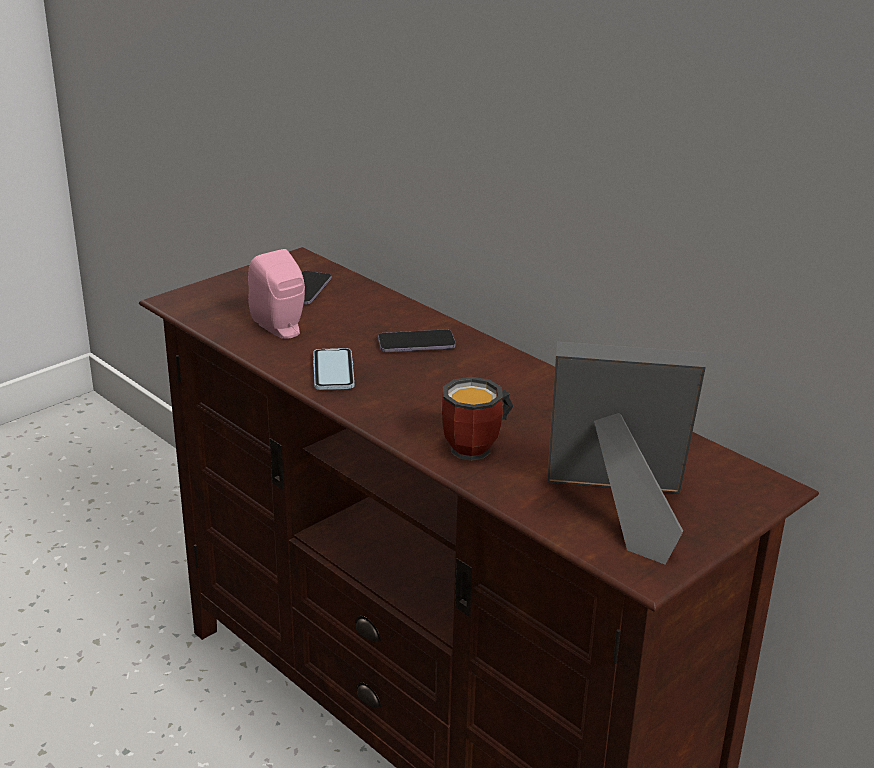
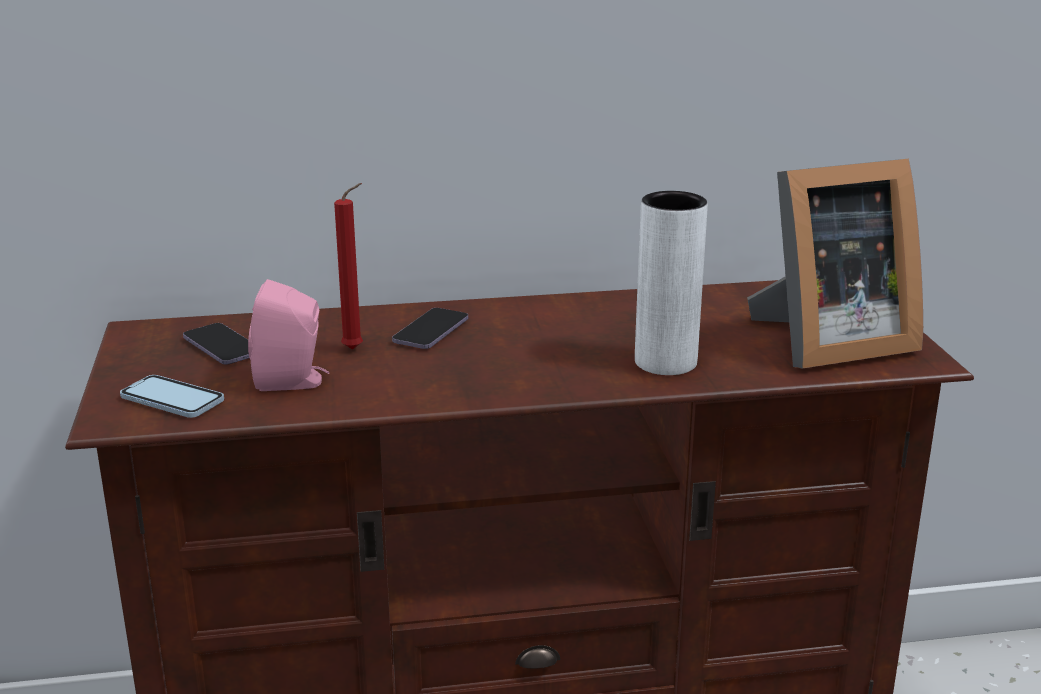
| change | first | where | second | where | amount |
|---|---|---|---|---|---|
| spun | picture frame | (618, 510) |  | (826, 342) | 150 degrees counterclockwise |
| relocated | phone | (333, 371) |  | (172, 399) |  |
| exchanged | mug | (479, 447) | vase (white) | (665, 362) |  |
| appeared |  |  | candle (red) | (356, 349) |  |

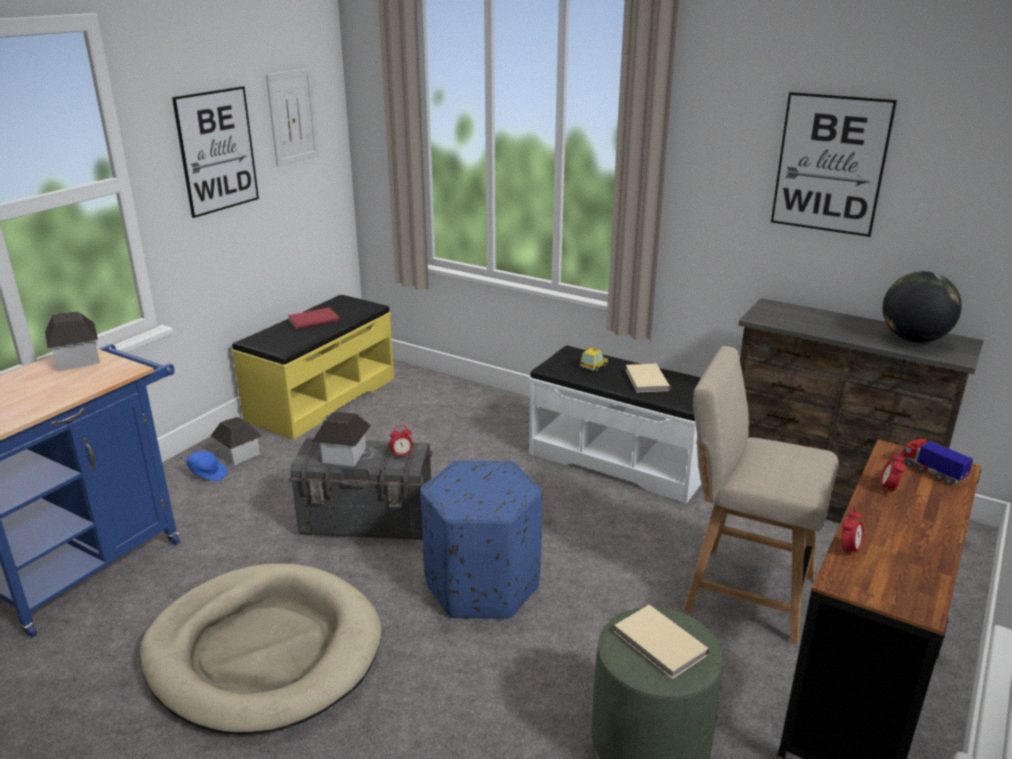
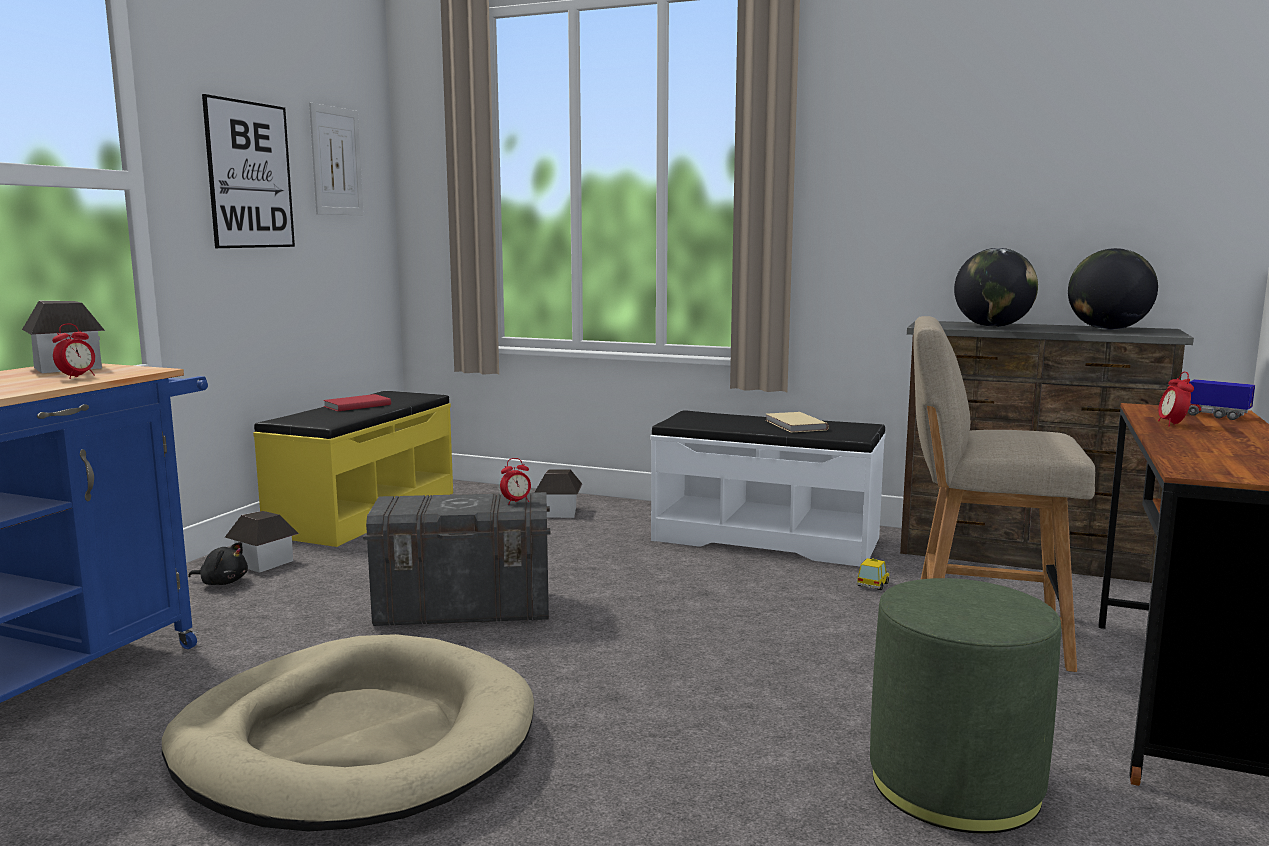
| change | first | where | second | where | amount |
|---|---|---|---|---|---|
| missing | picture | (830, 164) |  |  |  |
| relocated | toy car | (594, 366) |  | (873, 584) |  |
| relocated | toy house | (344, 455) |  | (558, 512) |  |
| exchanged | cap (blue) | (207, 474) | plush toy (black) | (222, 582) |  |
| missing | ottoman (blue) | (483, 586) |  |  |  |
| relocated | alarm clock | (849, 551) |  | (77, 377) |  |
| missing | book (beige) | (659, 644) |  |  |  |
| appeared |  |  | globe | (992, 326) |  |

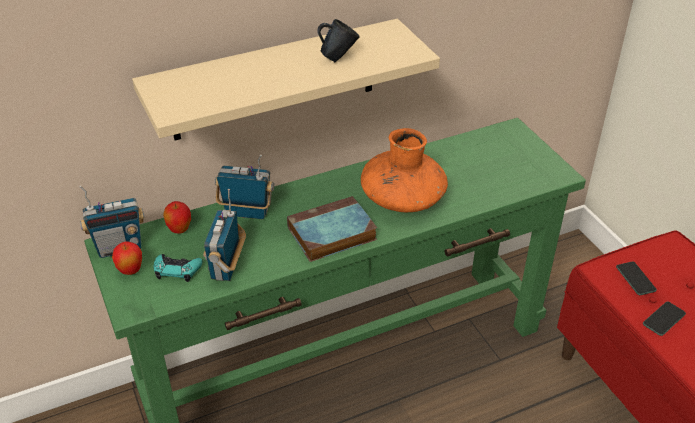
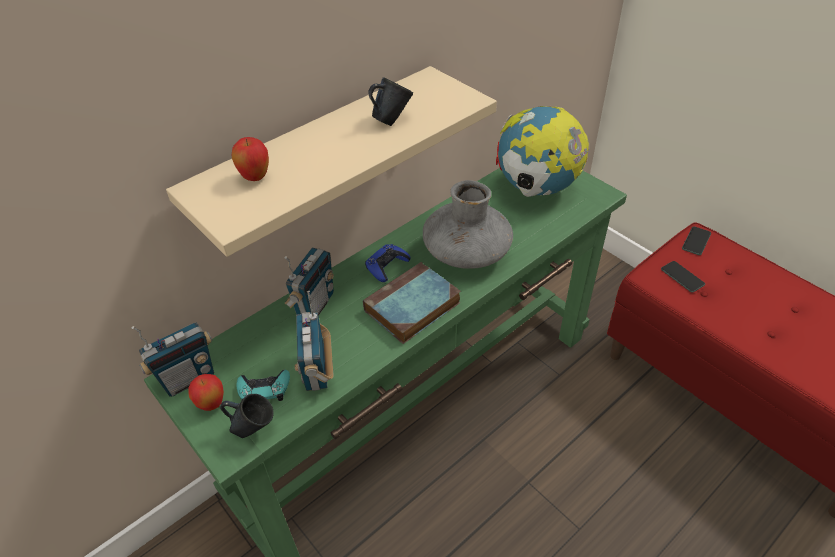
| change | first | where | second | where | amount |
|---|---|---|---|---|---|
| colour | vase (orange) | (402, 198) | vase (grey) | (466, 252) |  |
| spun | radio | (247, 213) |  | (314, 304) | 120 degrees clockwise |
| relocated | apple | (179, 230) |  | (255, 177) |  |
| relocated | phone | (664, 319) |  | (696, 241) |  |
| appeared |  |  | globe | (536, 188) |  |
| appeared |  |  | game controller (blue) | (387, 266) |  |
| appeared |  |  | mug (blue) | (253, 429) |  |

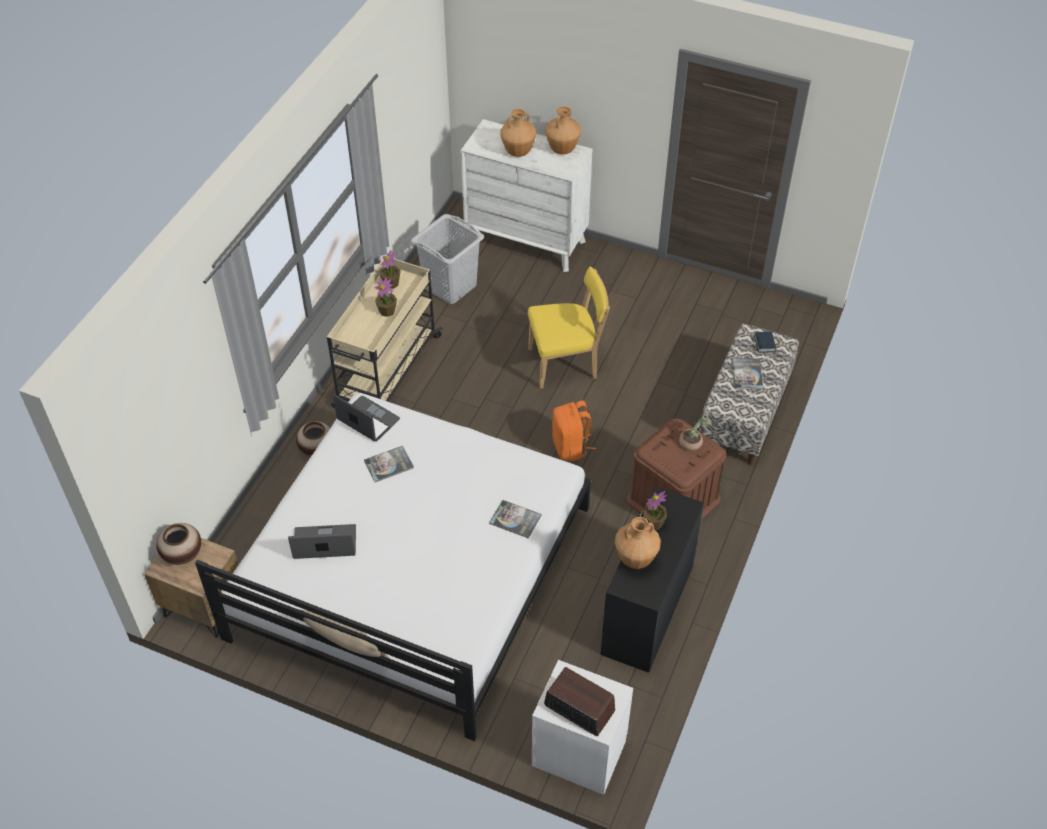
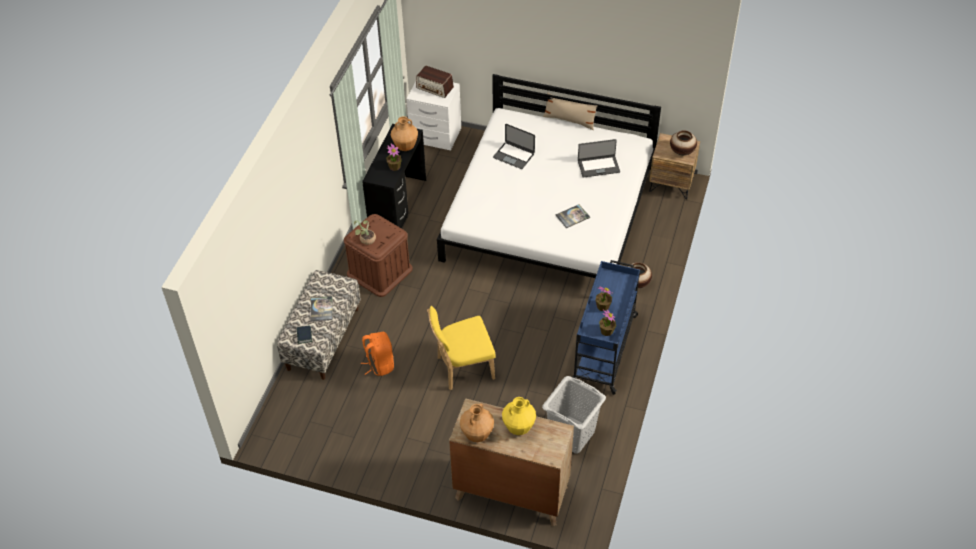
| change | first | where | second | where | amount |
|---|---|---|---|---|---|
| colour | vase (brown) | (518, 152) | vase (yellow) | (519, 427) |  |
| colour | dresser (white) | (526, 241) | dresser (brown) | (511, 492) |  |
| colour | cart (beige) | (386, 372) | cart (blue) | (604, 348) |  |
| relocated | laptop | (368, 419) |  | (513, 155) |  |
| relocated | backpack (orange) | (571, 447) |  | (379, 364) |  |
| missing | book | (515, 519) |  |  |  |

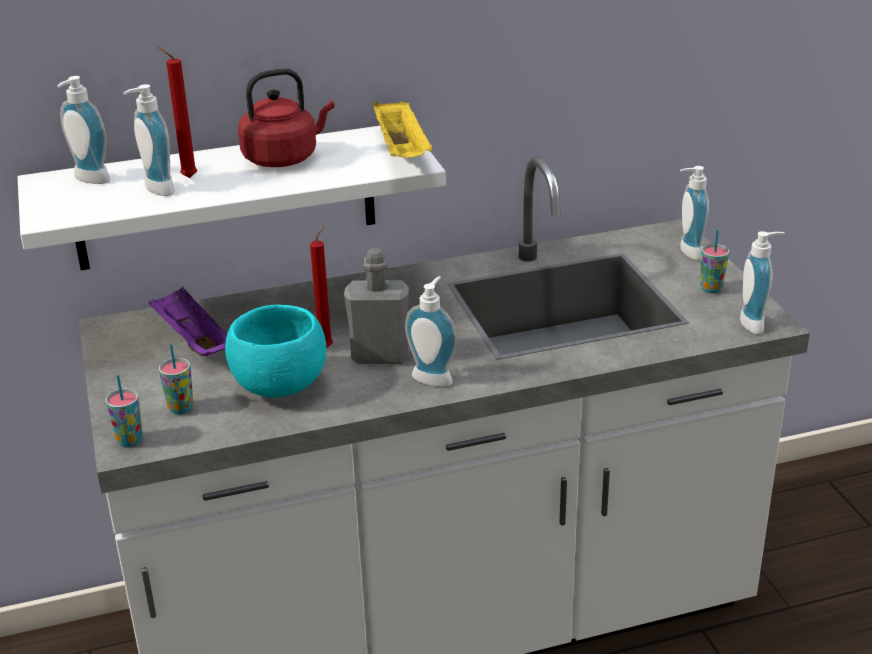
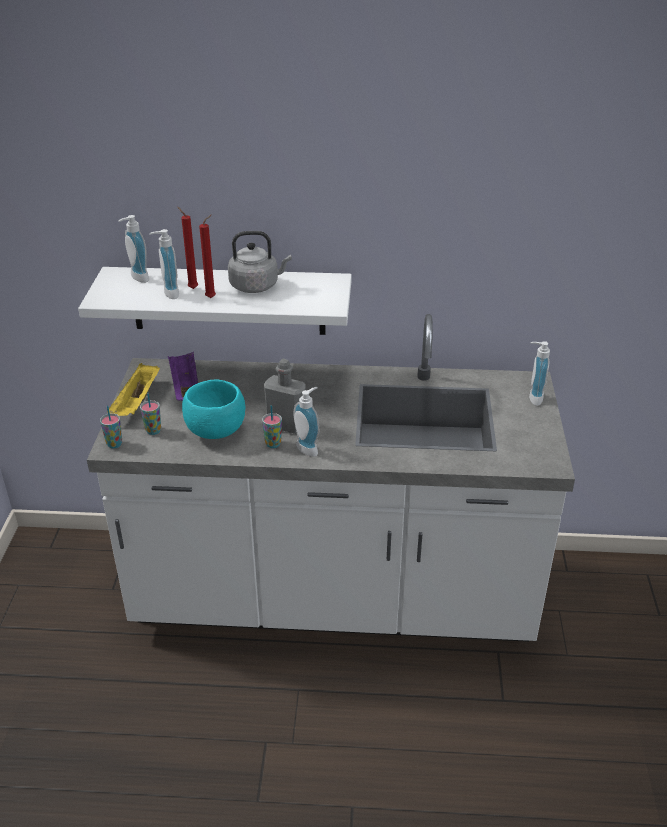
| change | first | where | second | where | amount |
|---|---|---|---|---|---|
| colour | kettle (red) | (284, 158) | kettle (grey) | (257, 286) |  |
| relocated | tray (yellow) | (402, 152) |  | (137, 403) |  |
| relocated | candle (red) | (327, 347) |  | (212, 297) |  |
| relocated | cup | (711, 289) |  | (273, 444) |  |
| missing | soap dispenser | (756, 323) |  |  |  |

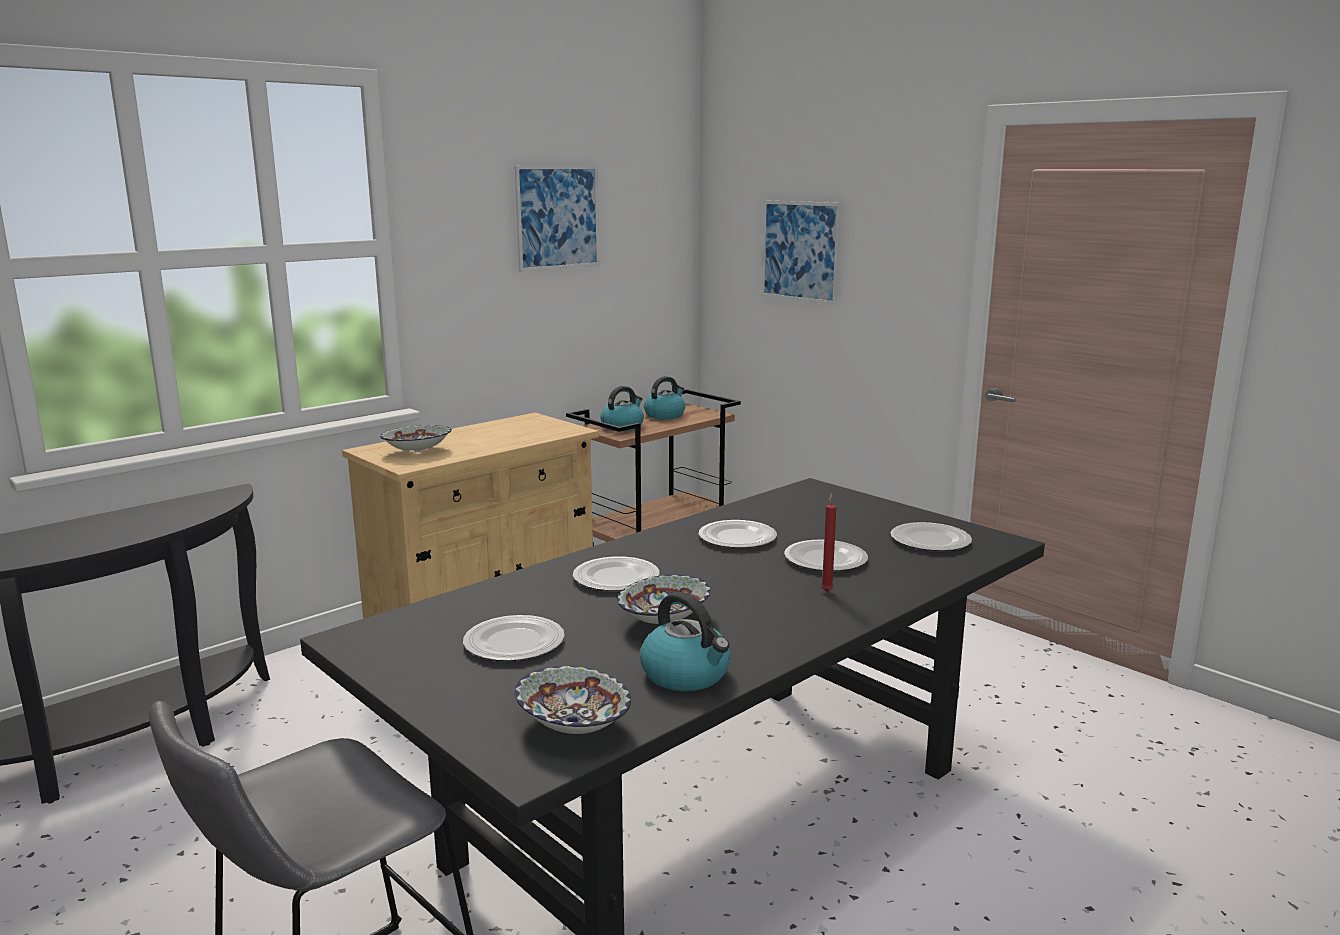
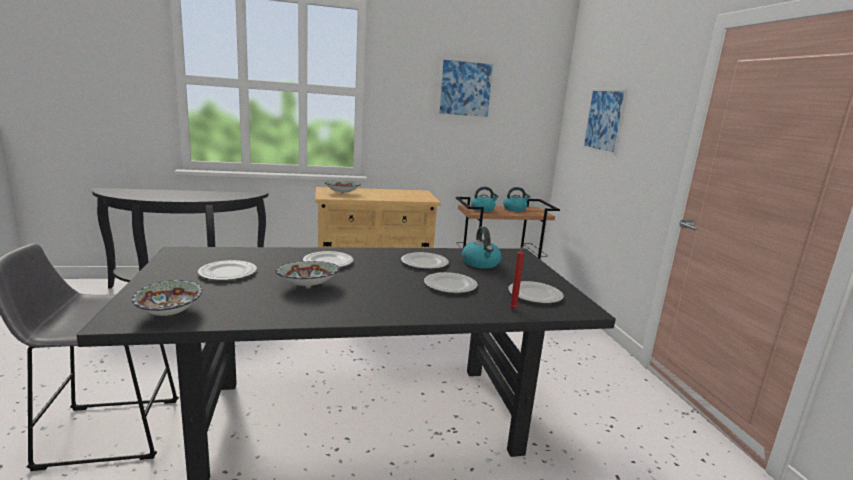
| change | first | where | second | where | amount |
|---|---|---|---|---|---|
| relocated | candle (red) | (827, 591) |  | (514, 308) |  |
| relocated | kettle | (687, 675) |  | (481, 263) |  |

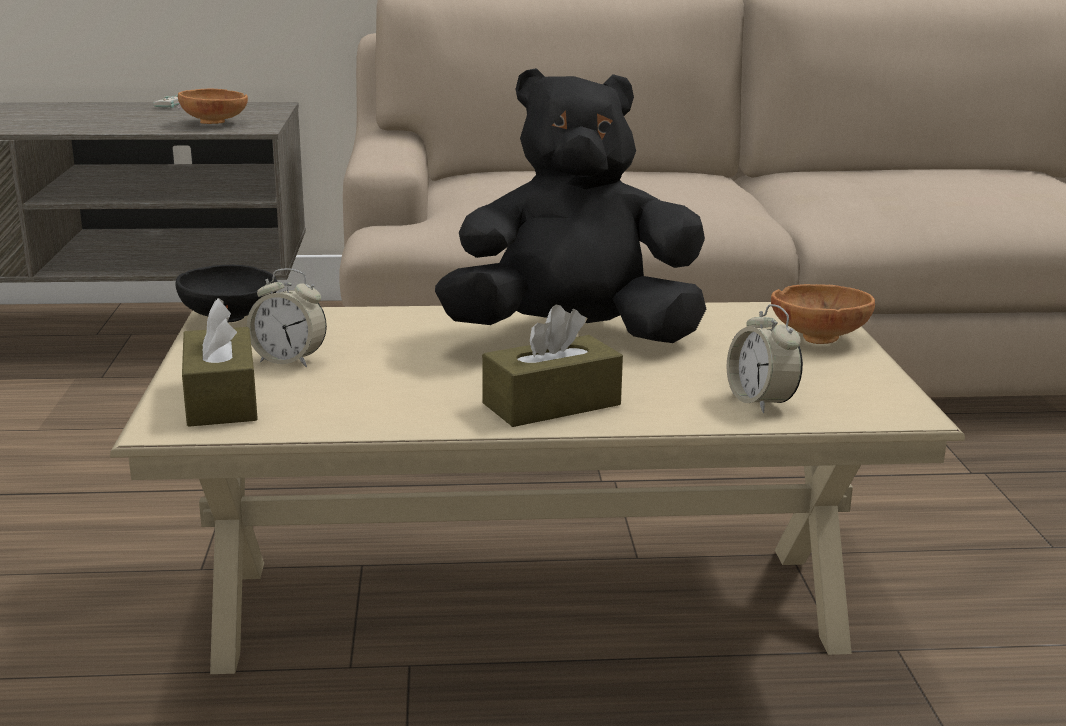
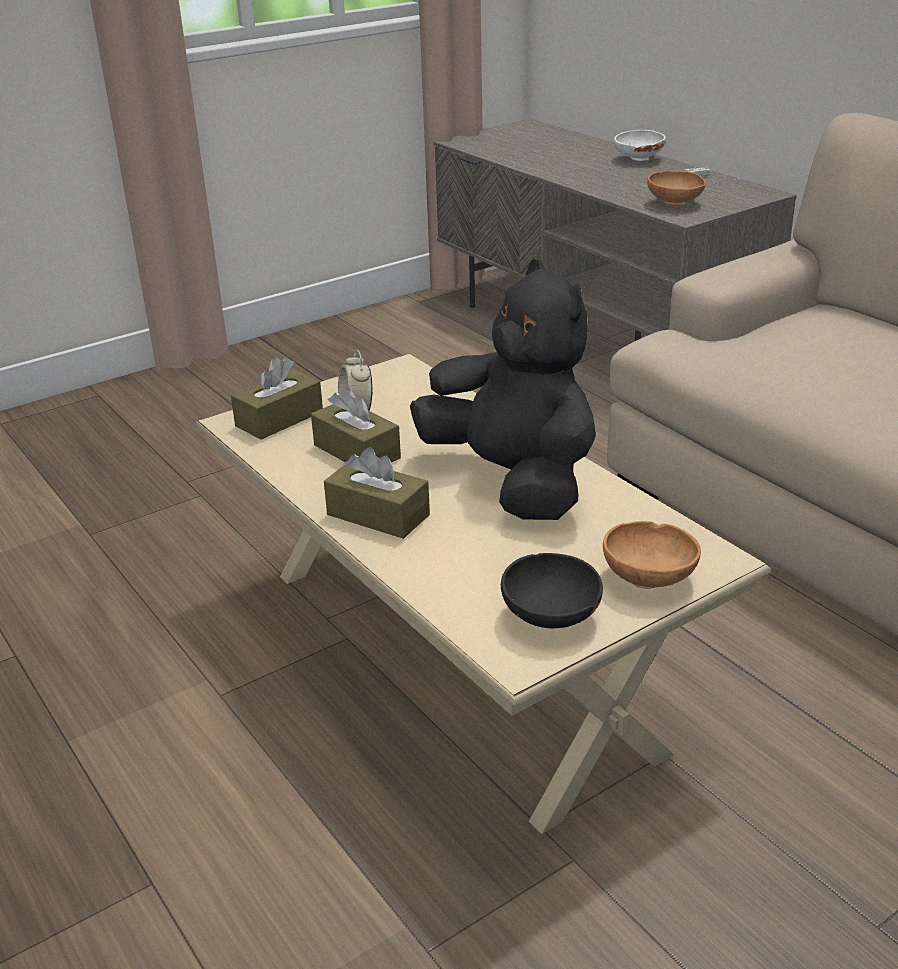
| change | first | where | second | where | amount |
|---|---|---|---|---|---|
| relocated | bowl (black) | (231, 320) |  | (551, 618) |  |
| missing | alarm clock | (760, 402) |  |  |  |
| appeared |  |  | bowl (white) | (637, 159) |  |
| appeared |  |  | tissue box (brown) | (357, 451) |  |

